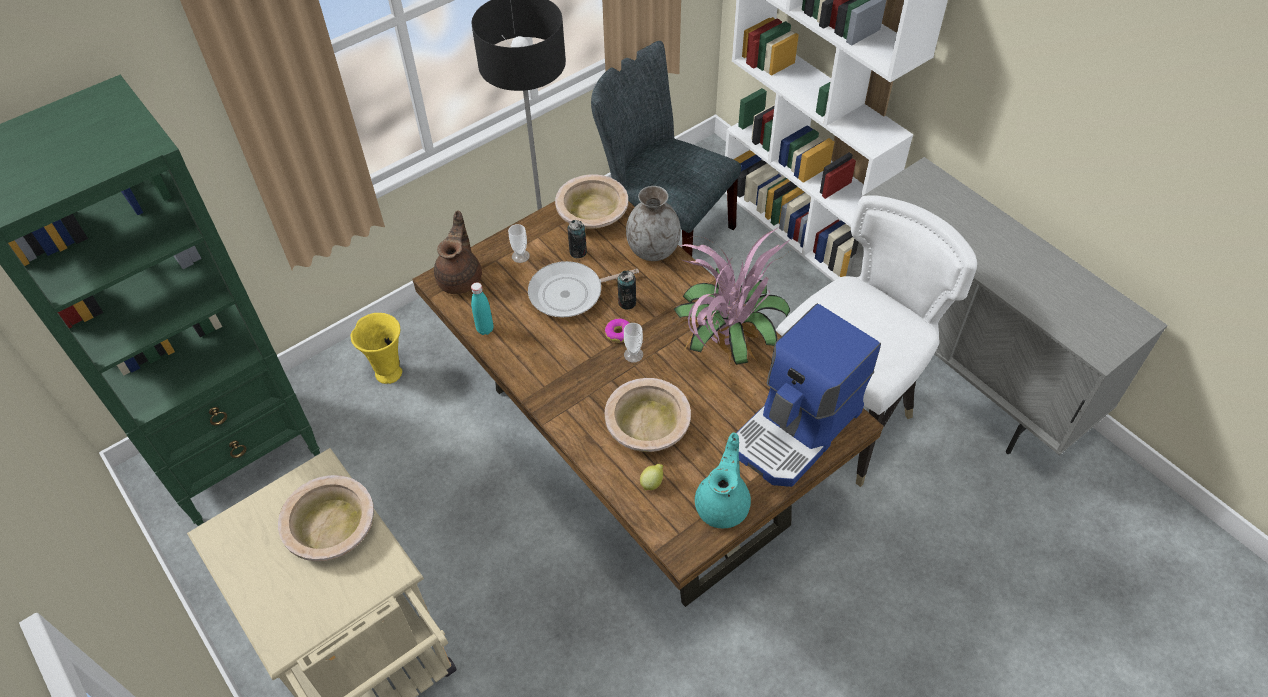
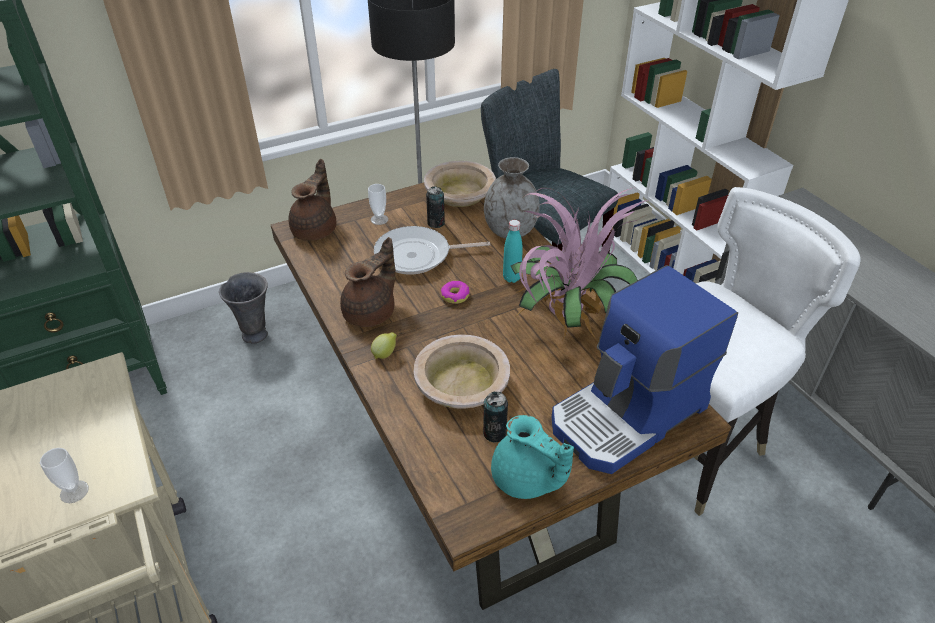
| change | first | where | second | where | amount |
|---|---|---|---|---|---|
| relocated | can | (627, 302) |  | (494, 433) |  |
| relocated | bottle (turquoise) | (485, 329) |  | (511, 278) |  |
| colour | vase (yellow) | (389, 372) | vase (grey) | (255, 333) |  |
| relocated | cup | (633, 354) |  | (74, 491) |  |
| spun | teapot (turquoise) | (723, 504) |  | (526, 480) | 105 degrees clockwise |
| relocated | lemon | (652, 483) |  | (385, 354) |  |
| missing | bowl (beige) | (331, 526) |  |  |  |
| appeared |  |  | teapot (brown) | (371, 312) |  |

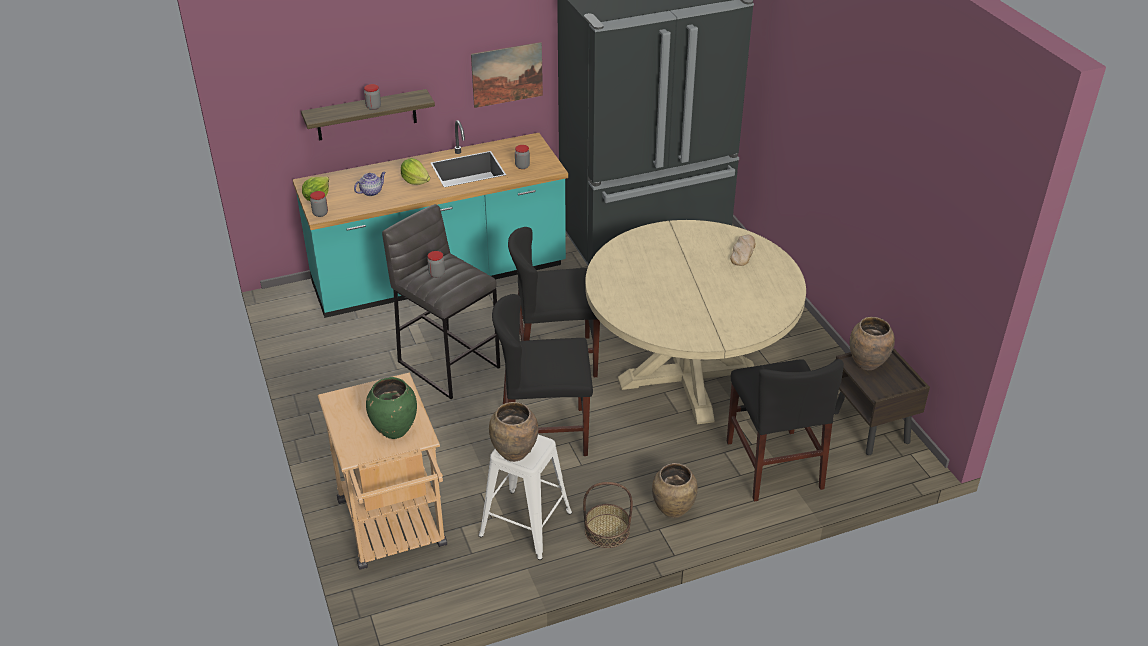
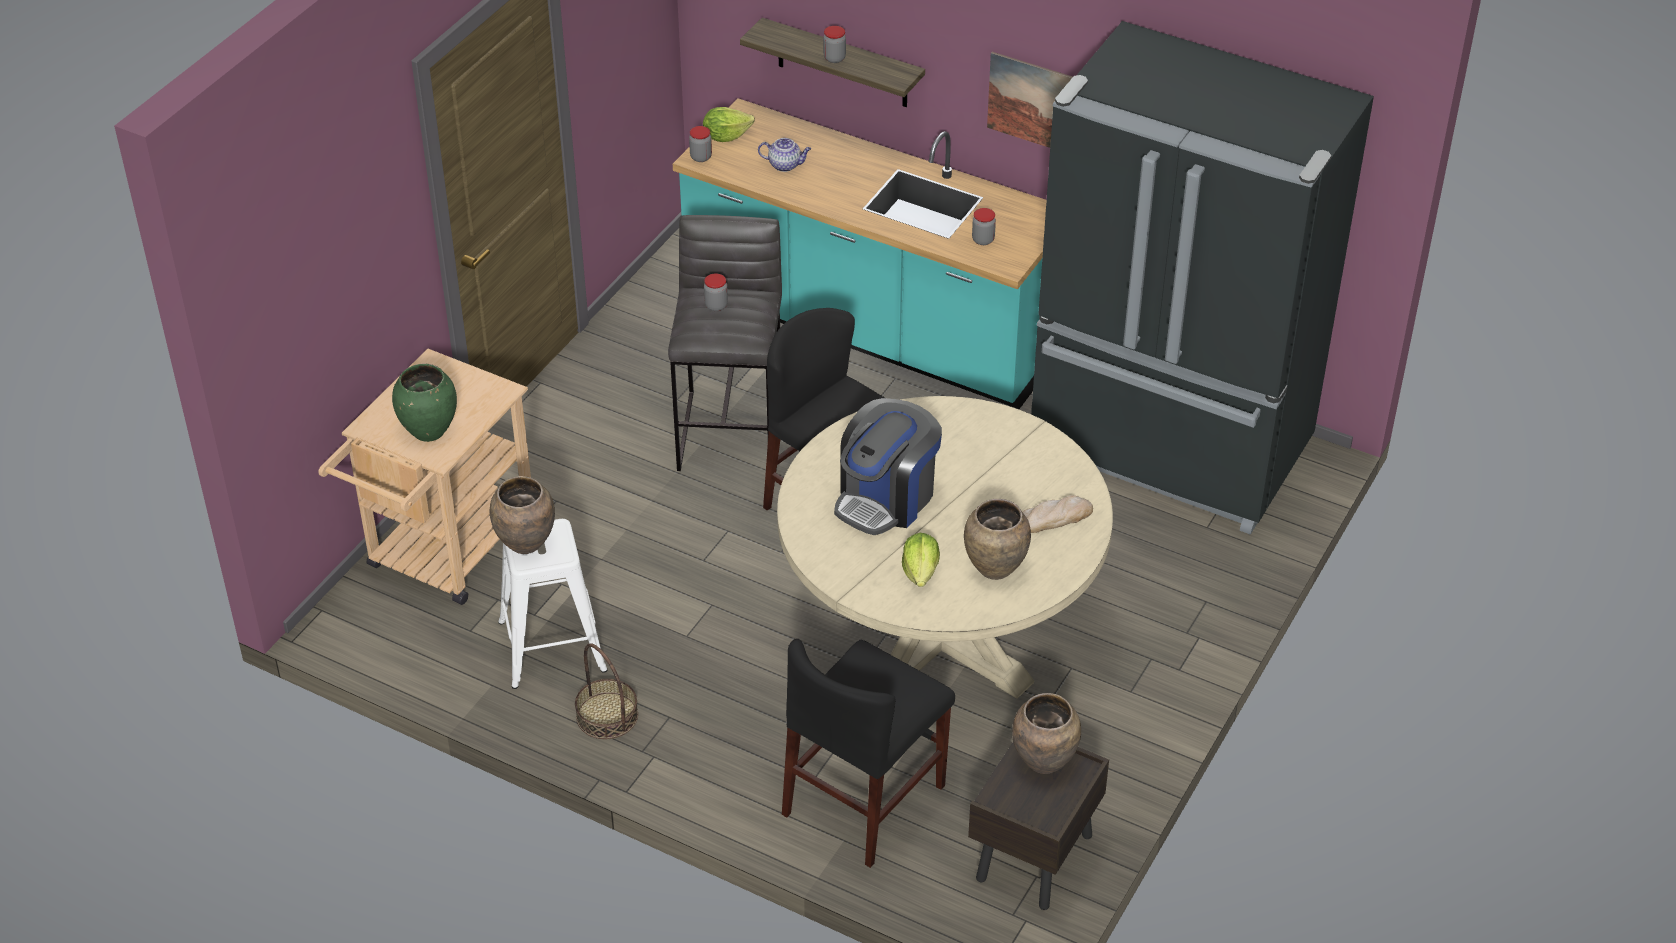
| change | first | where | second | where | amount |
|---|---|---|---|---|---|
| relocated | lettuce | (415, 181) |  | (920, 572) |  |
| missing | chair (black) | (544, 433) |  |  |  |
| relocated | vase (brown) | (673, 510) |  | (994, 568) |  |
| appeared |  |  | coffee machine | (886, 498) |  |

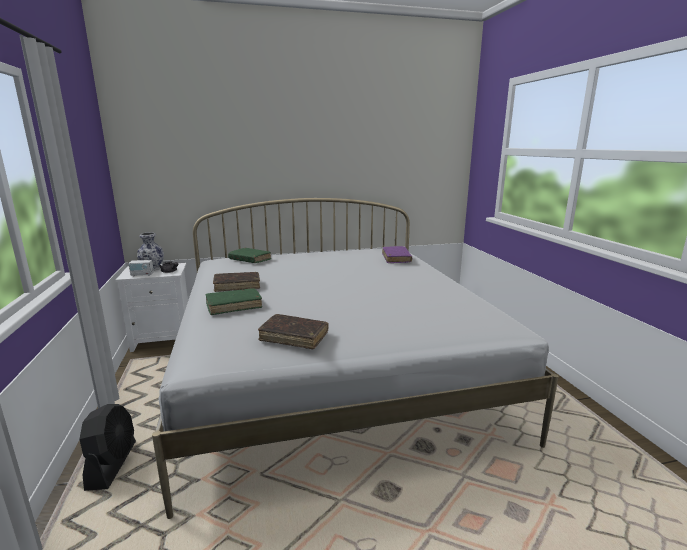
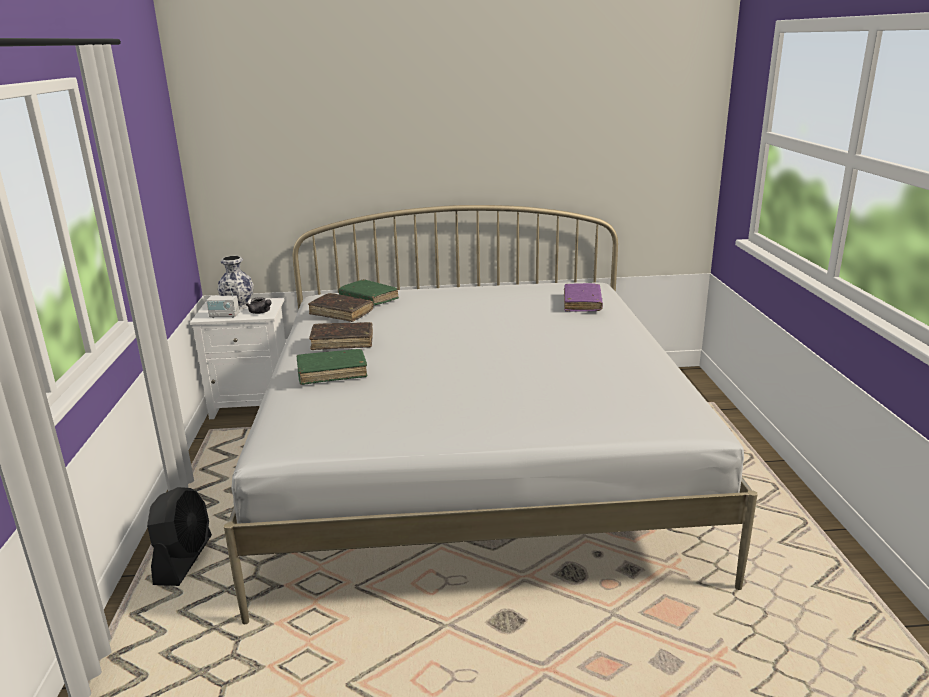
| change | first | where | second | where | amount |
|---|---|---|---|---|---|
| relocated | book (brown) | (294, 337) |  | (341, 313) |  |

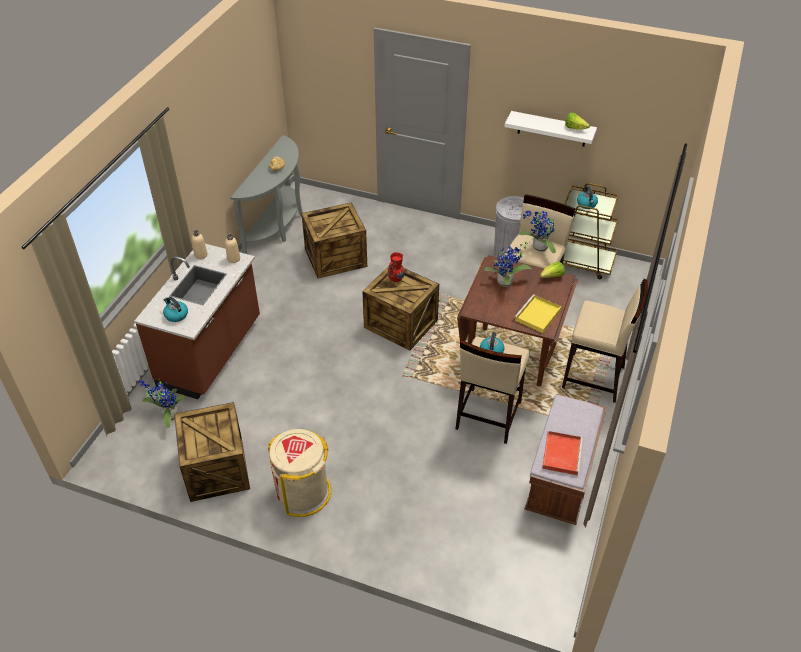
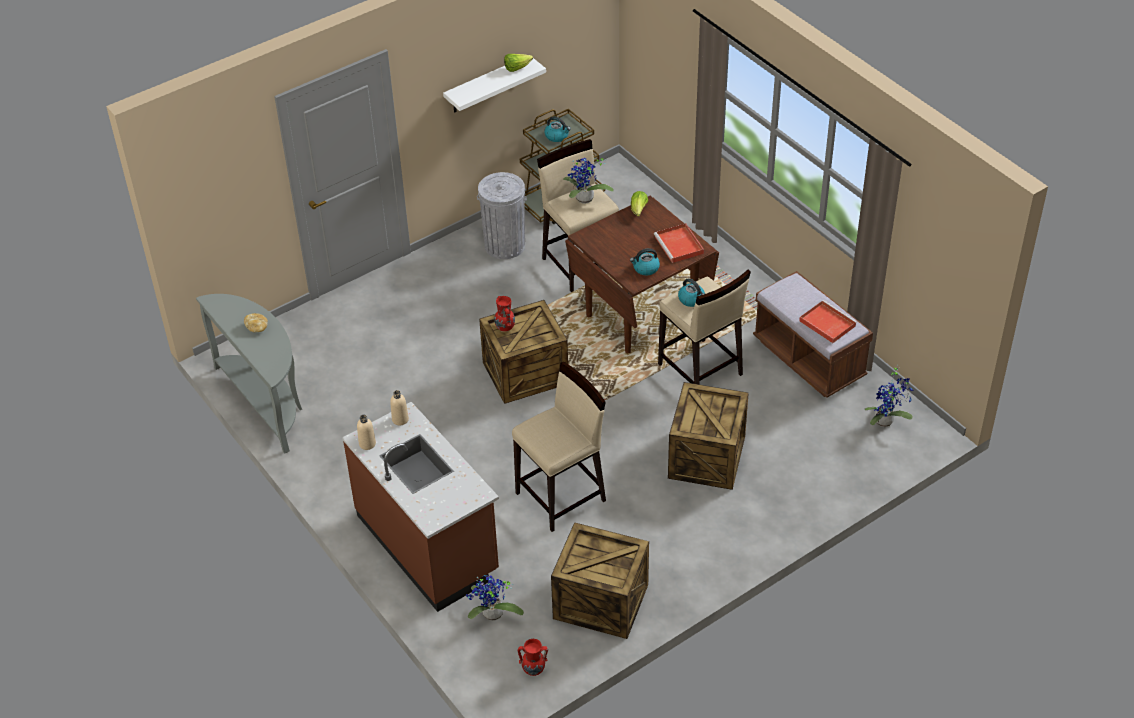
| change | first | where | second | where | amount |
|---|---|---|---|---|---|
| relocated | crate | (335, 257) |  | (705, 456) |  |
| relocated | potted plant | (505, 284) |  | (886, 421) |  |
| relocated | stool (beige) | (594, 378) |  | (562, 496) |  |
| colour | tray (yellow) | (537, 316) | tray (red) | (679, 245) |  |
| relocated | kettle | (176, 315) |  | (645, 268) |  |
| missing | trash can (beige) | (303, 492) |  |  |  |
| appeared |  |  | vase (red) | (534, 670) |  |

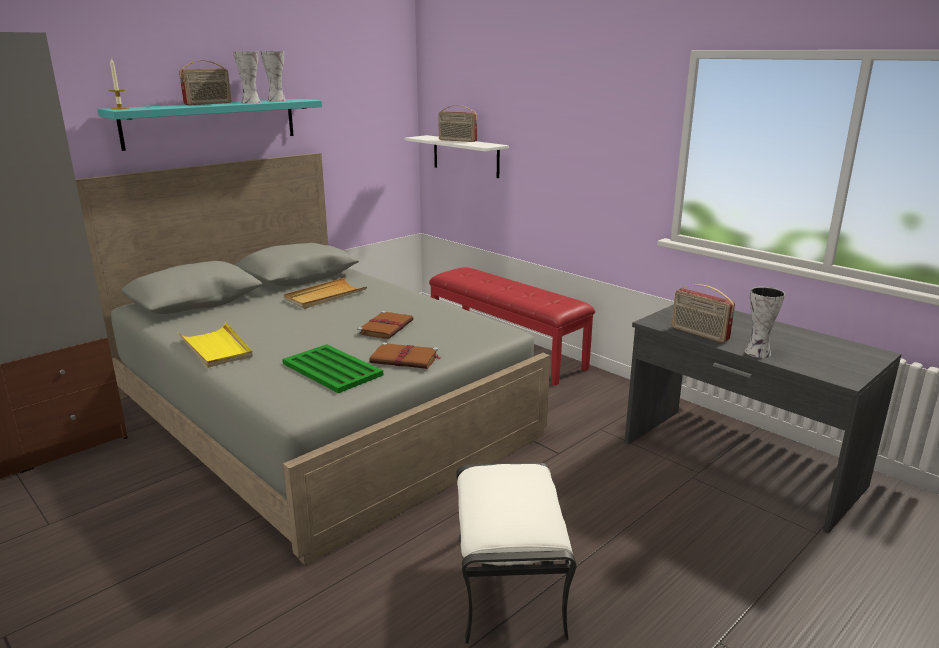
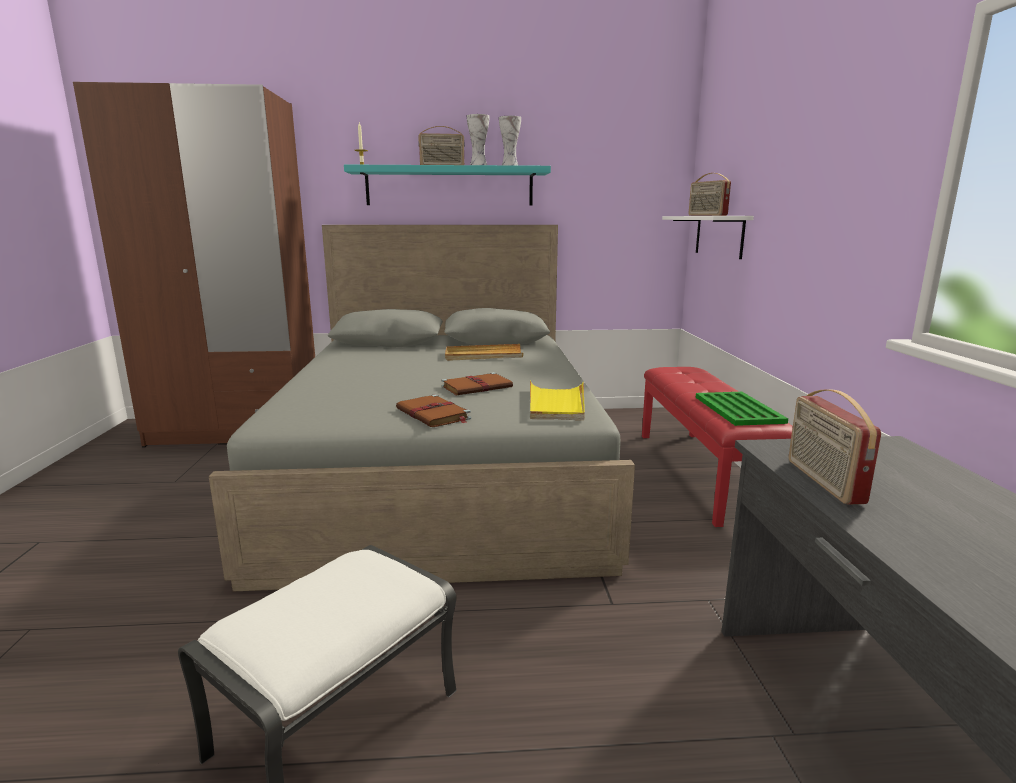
| change | first | where | second | where | amount |
|---|---|---|---|---|---|
| missing | vase | (757, 353) |  |  |  |
| relocated | tray (yellow) | (216, 348) |  | (556, 404) |  |
| relocated | tray (green) | (331, 369) |  | (738, 409) |  |

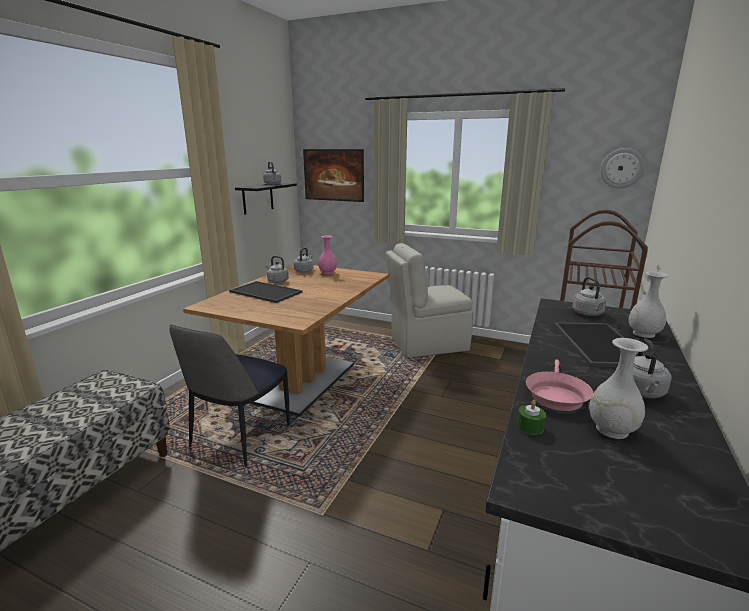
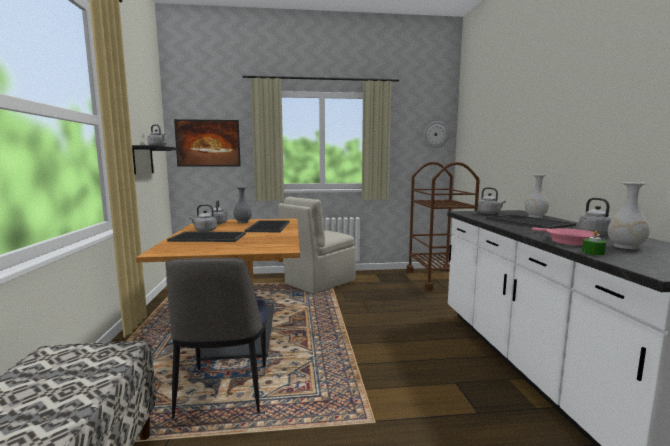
| change | first | where | second | where | amount |
|---|---|---|---|---|---|
| colour | vase (pink) | (328, 272) | vase (grey) | (243, 222) |  |
| appeared |  |  | tray | (267, 226) |  |

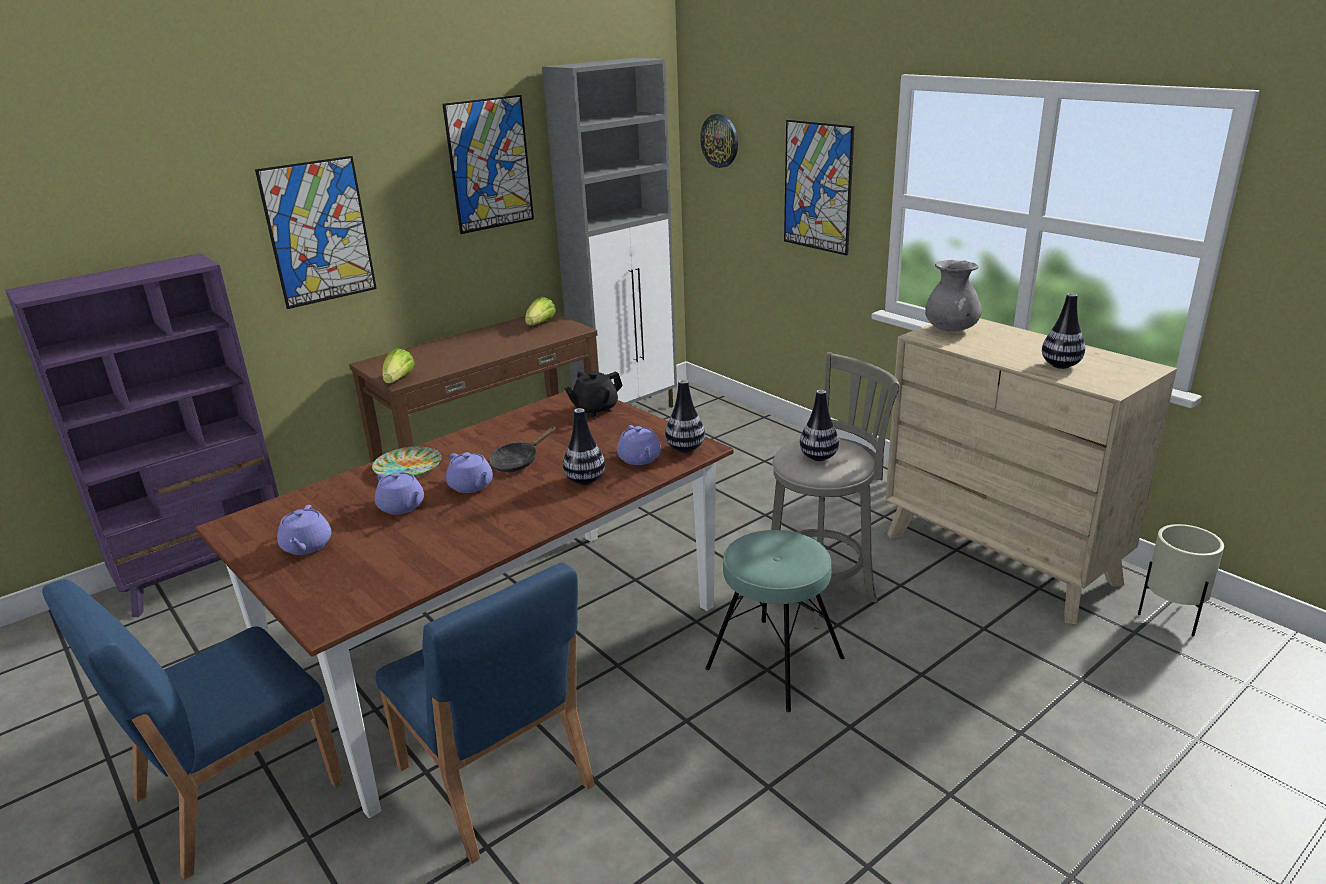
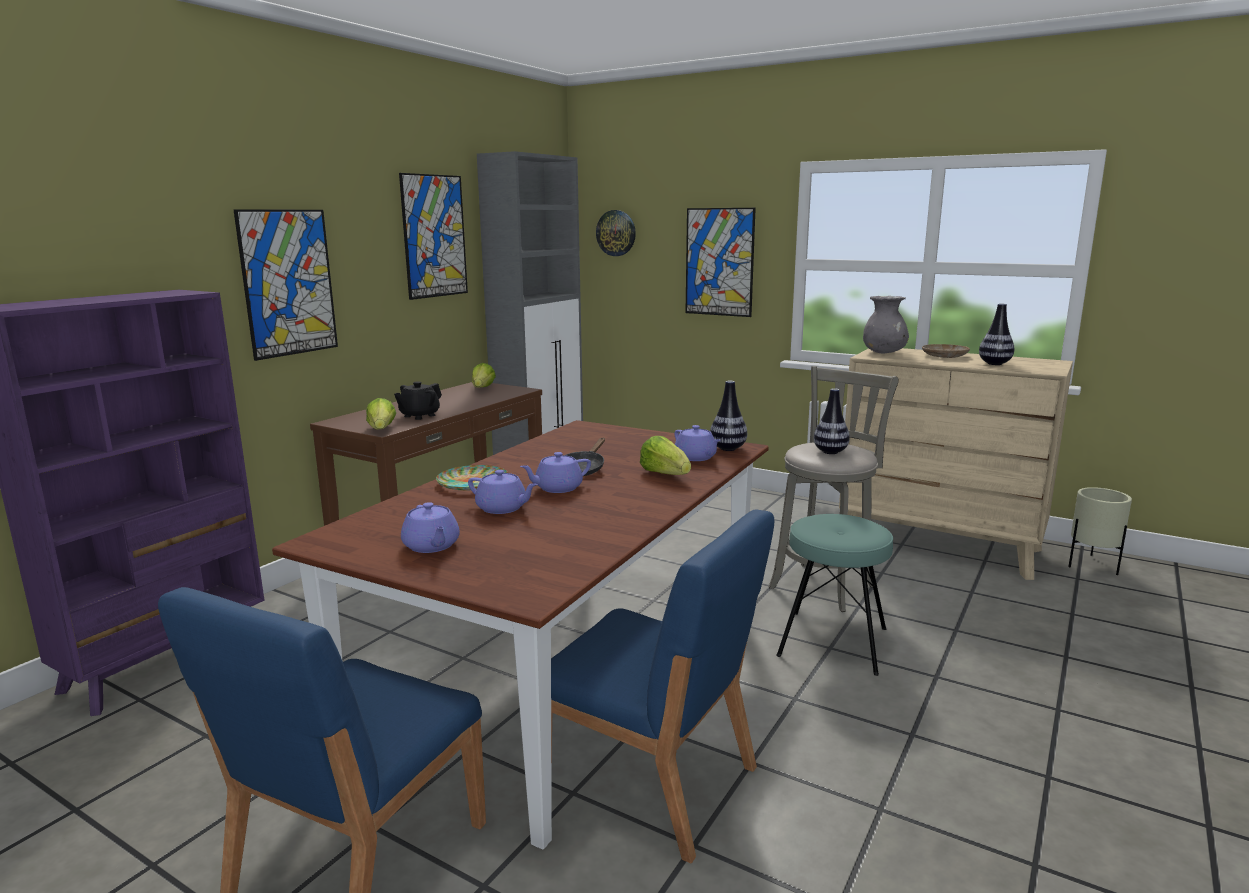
| change | first | where | second | where | amount |
|---|---|---|---|---|---|
| relocated | teapot (black) | (595, 409) |  | (419, 416) |  |
| exchanged | vase | (585, 480) | lettuce | (665, 474) |  |
| spun | teapot (purple) | (471, 486) |  | (557, 488) | 120 degrees clockwise |
| appeared |  |  | plate (beige) | (944, 356) |  |

